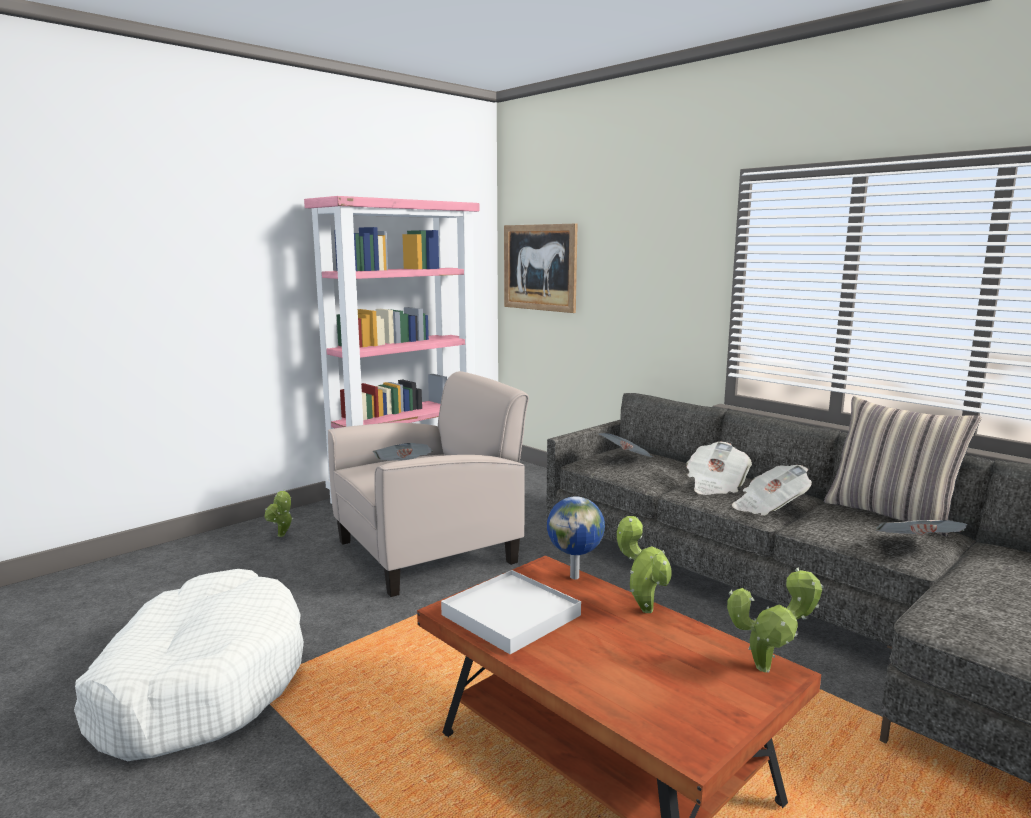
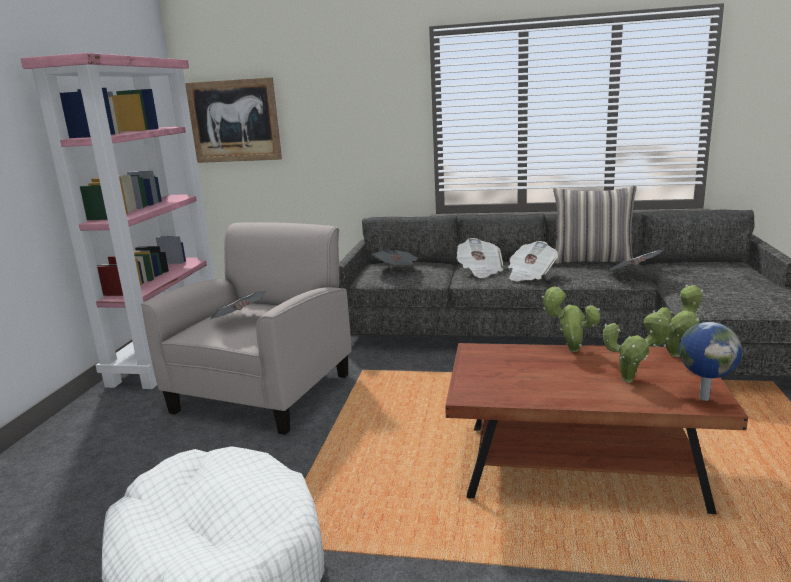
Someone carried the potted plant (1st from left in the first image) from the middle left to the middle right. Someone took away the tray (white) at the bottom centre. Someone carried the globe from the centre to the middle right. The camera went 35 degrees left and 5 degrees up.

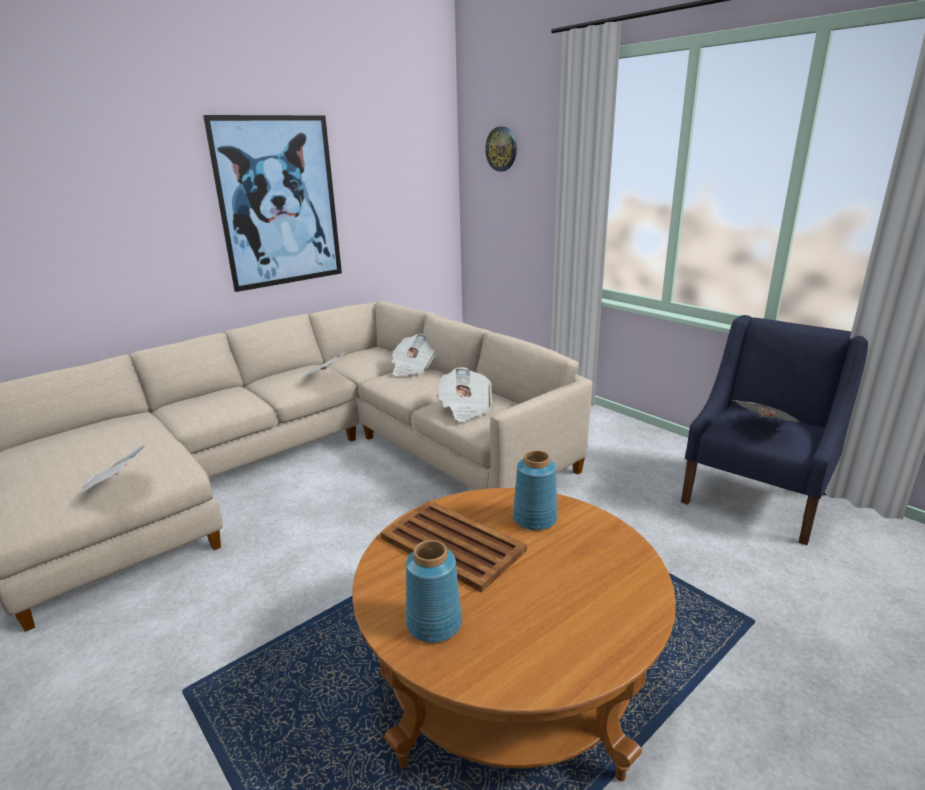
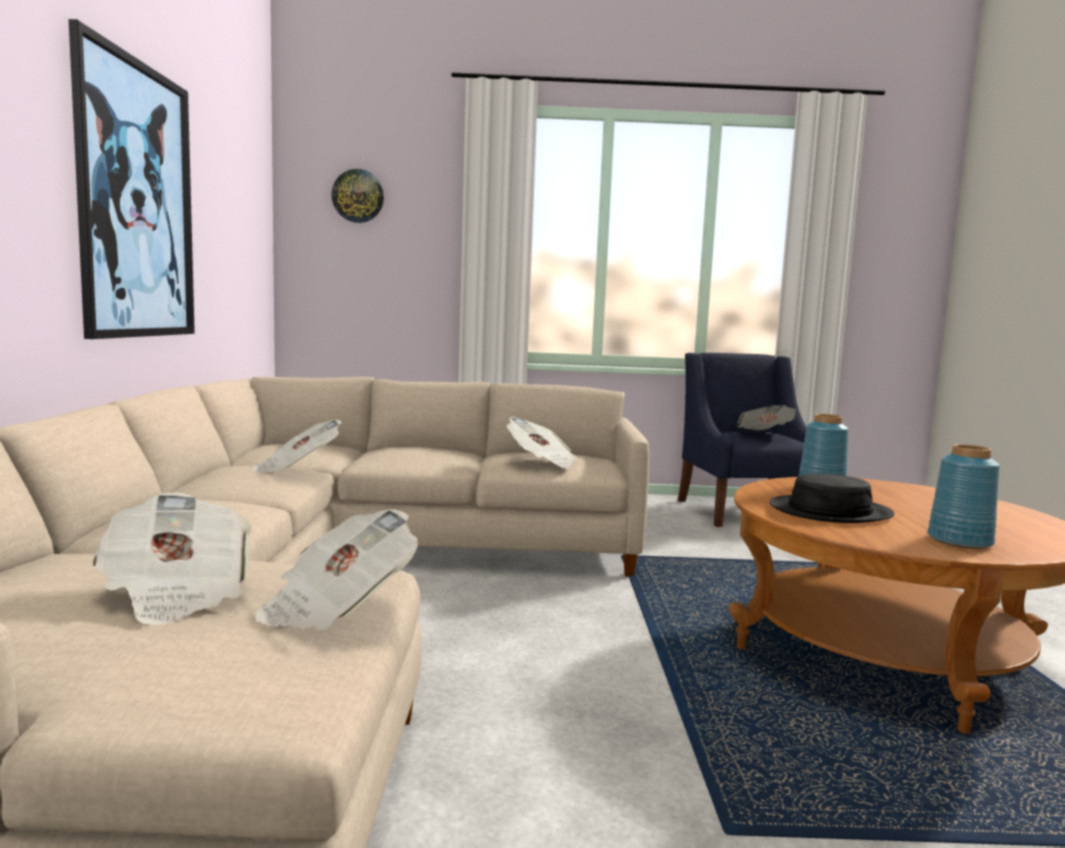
Someone swapped the tray (brown) at the bottom centre for the hat (black) at the middle right. Someone carried the newspaper (3rd from left in the first image) from the centre to the middle left. The camera went 50 degrees left and 15 degrees down.

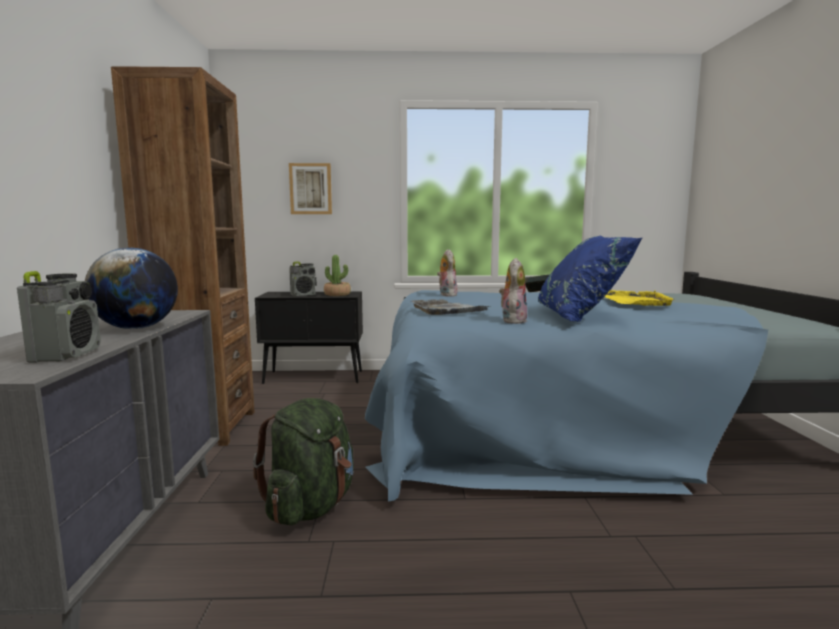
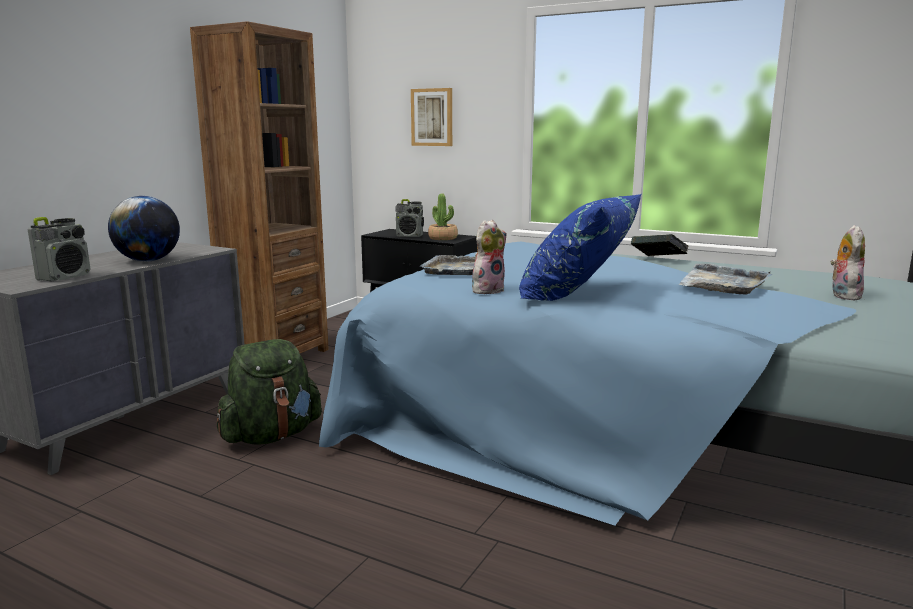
Someone carried the plush toy (1st from left in the first image) from the centre to the middle right. Someone repainted the tray (yellow) at the middle right, which became the tray (grey) (2nd from left) at the middle right. The camera went 30 degrees right and 5 degrees up.

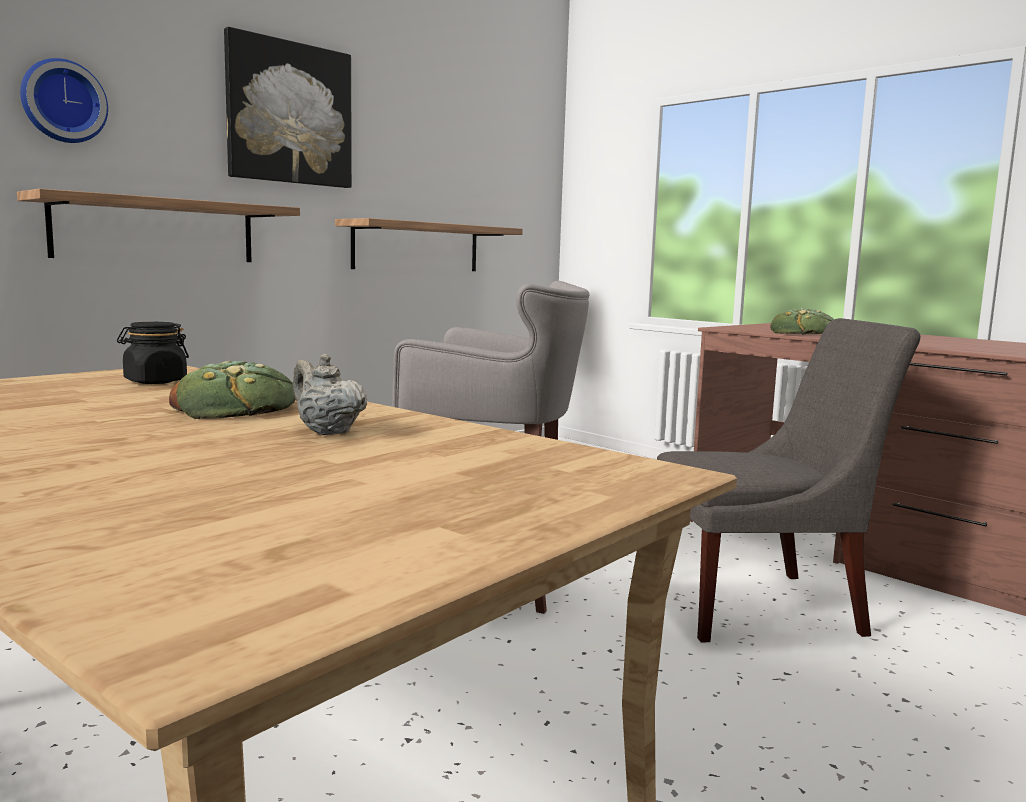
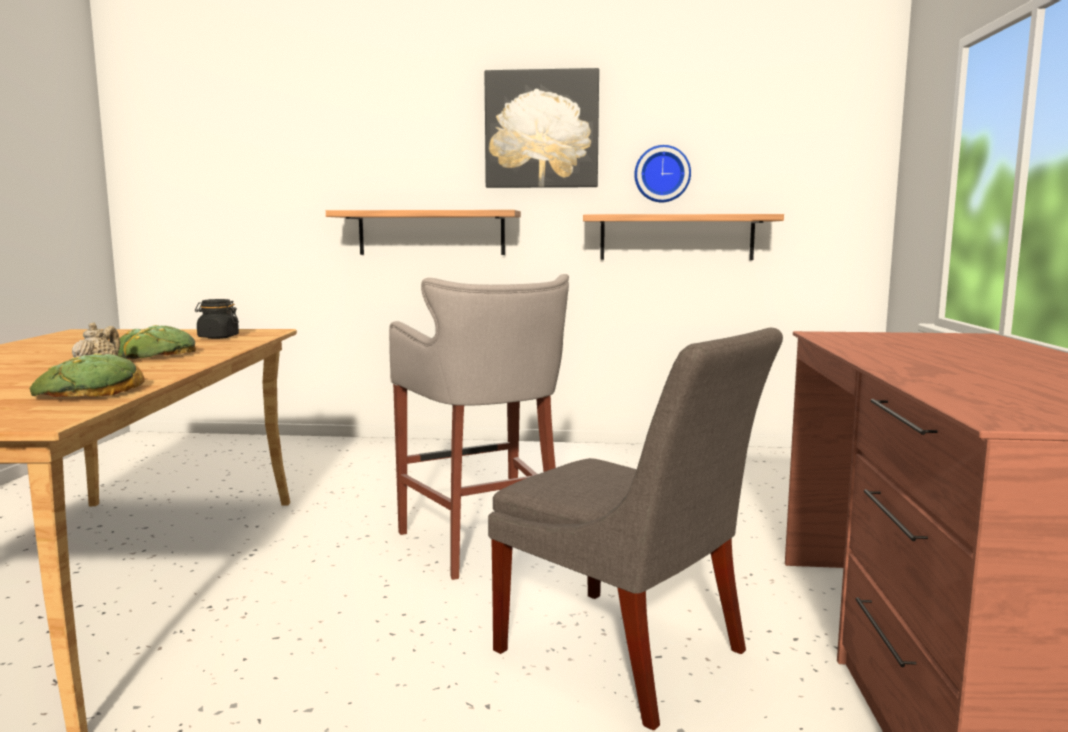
Someone carried the wall clock from the top left to the top centre. Someone carried the bread (2nd from left in the first image) from the middle right to the middle left. The camera went 50 degrees right and 0 degrees up.

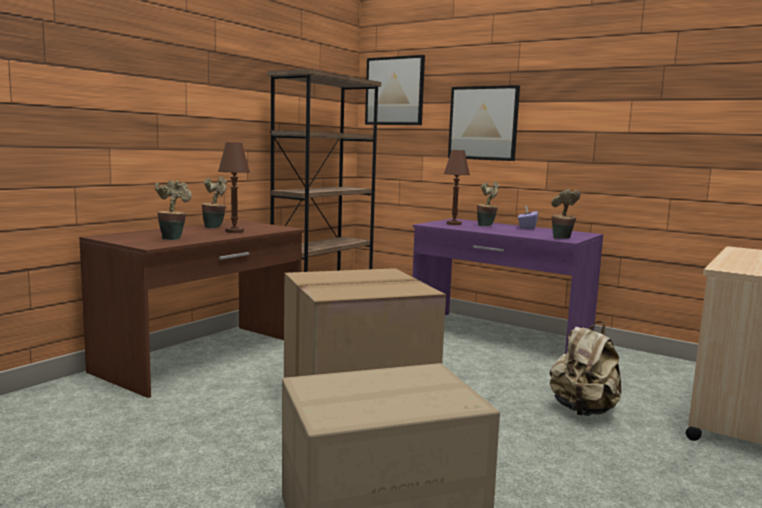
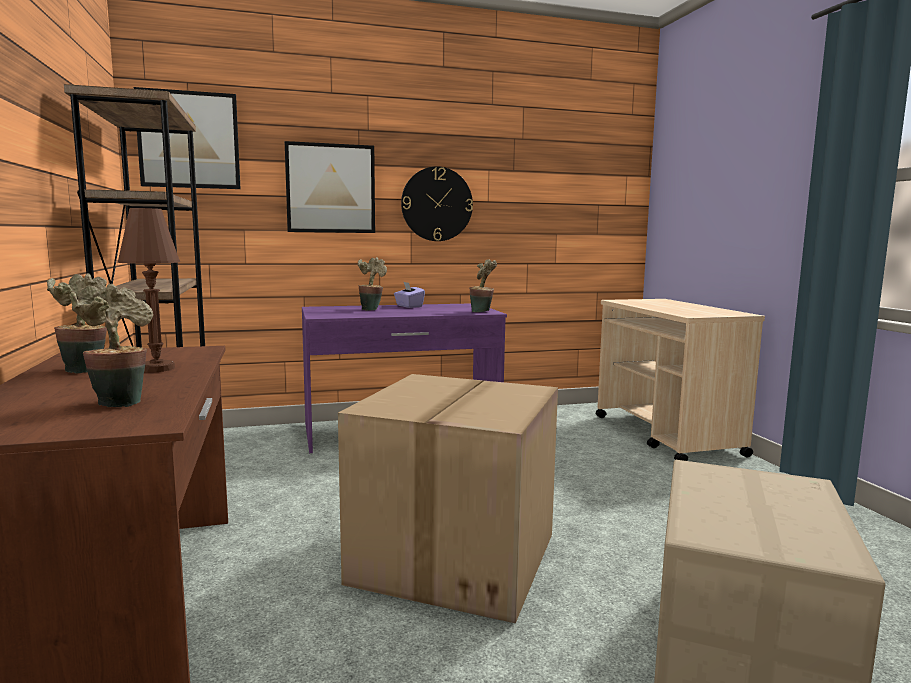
Someone took away the table lamp (brown) (2nd from left) at the centre. Someone took away the backpack (beige) at the bottom right. Someone put up the wall clock at the top centre. The camera went 50 degrees left and 0 degrees up.

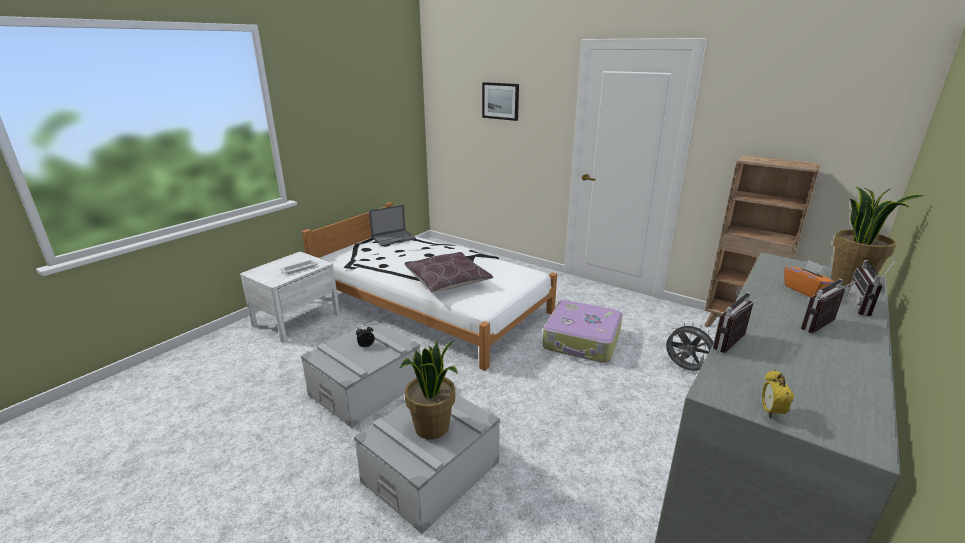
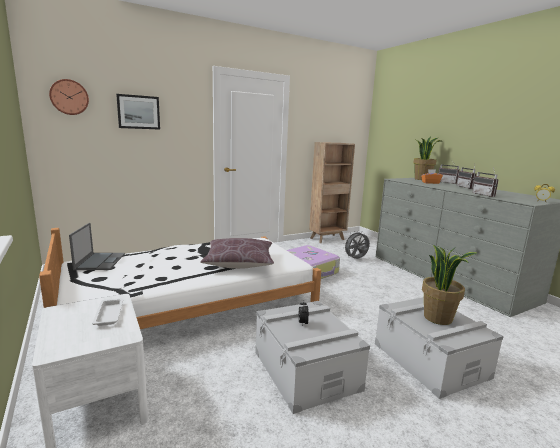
Someone put up the wall clock at the top left. The camera went 65 degrees left and 10 degrees down.

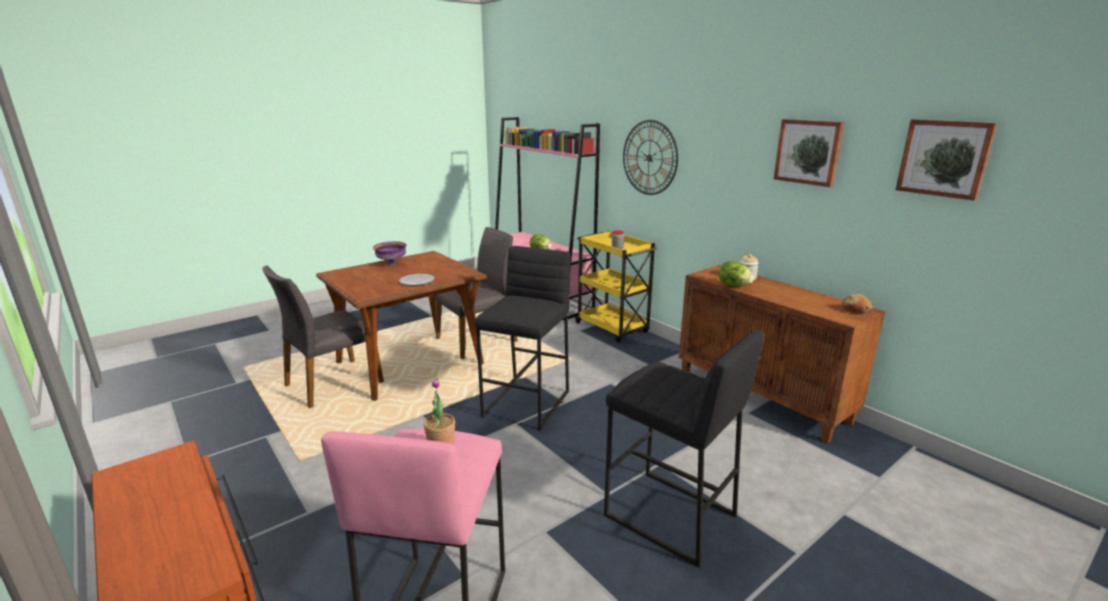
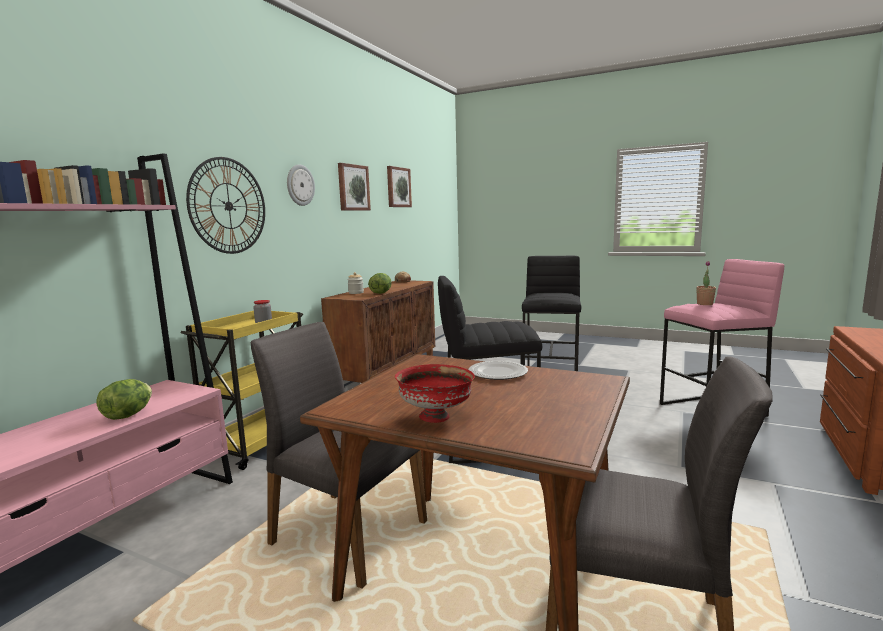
Someone repainted the bowl (purple) at the centre, which became the bowl (red) at the centre. Someone put up the wall clock (2nd from left) at the top centre. The camera went 115 degrees left and 10 degrees down.

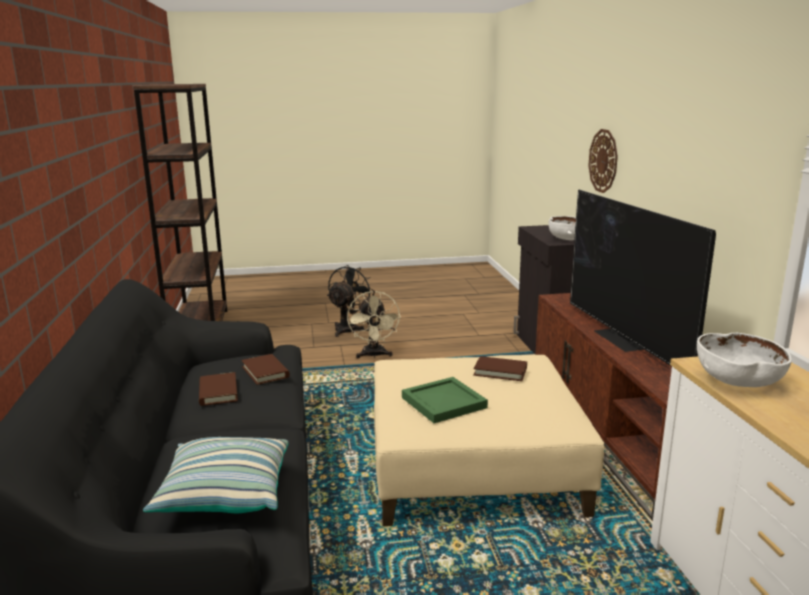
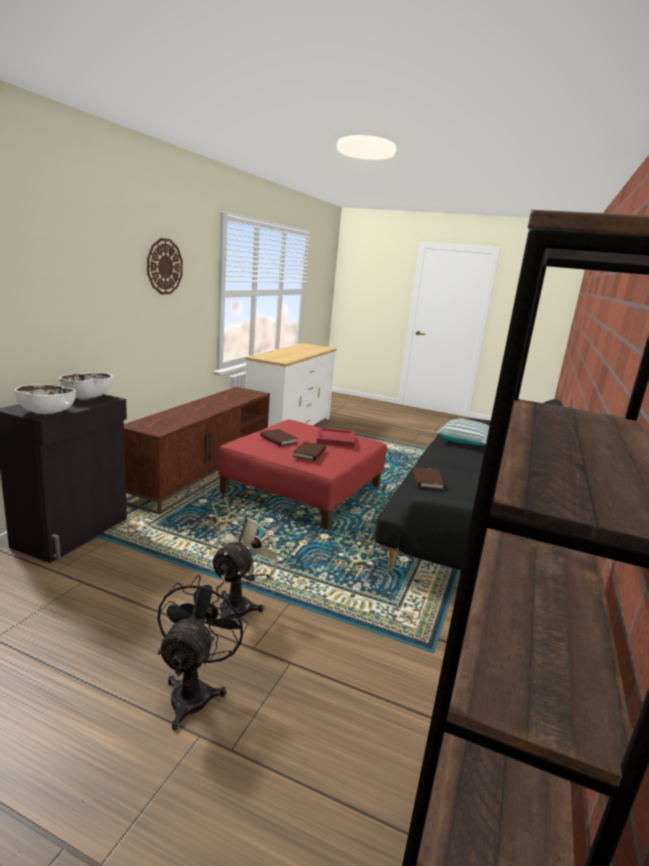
Someone carried the book (brown) (1st from left in the first image) from the middle left to the centre. Someone rotated the fan (black) at the centre by 135 degrees clockwise. Someone repainted the ottoman (beige) at the bottom centre, which became the ottoman (red) at the centre. Someone repainted the tray (green) at the bottom centre, which became the tray (red) at the centre. Someone took away the television at the middle right. Someone carried the wall clock from the top right to the top left. Someone carried the bowl (white) (2nd from left in the first image) from the middle right to the middle left. The camera went 150 degrees left and 0 degrees up.

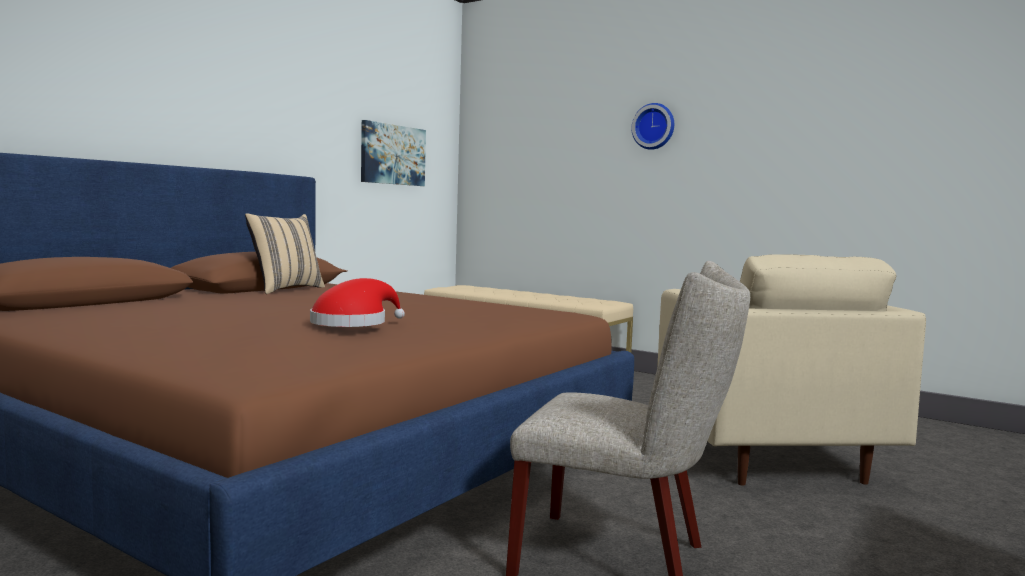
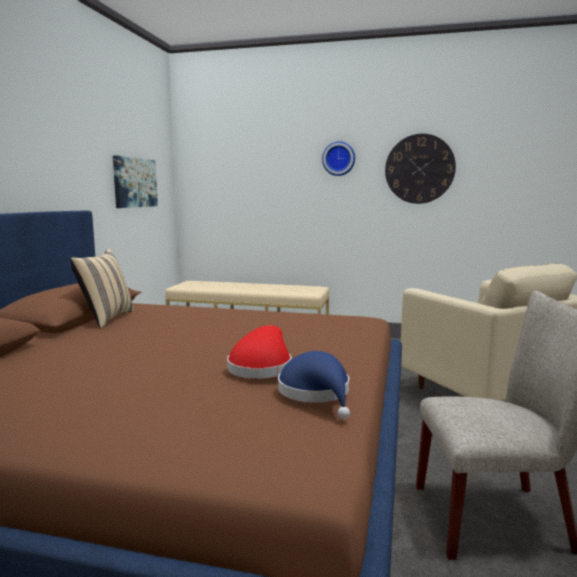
Someone put down the hat (blue) at the bottom centre. Someone put up the wall clock (2nd from left) at the top right. The camera went 20 degrees left and 5 degrees up.

